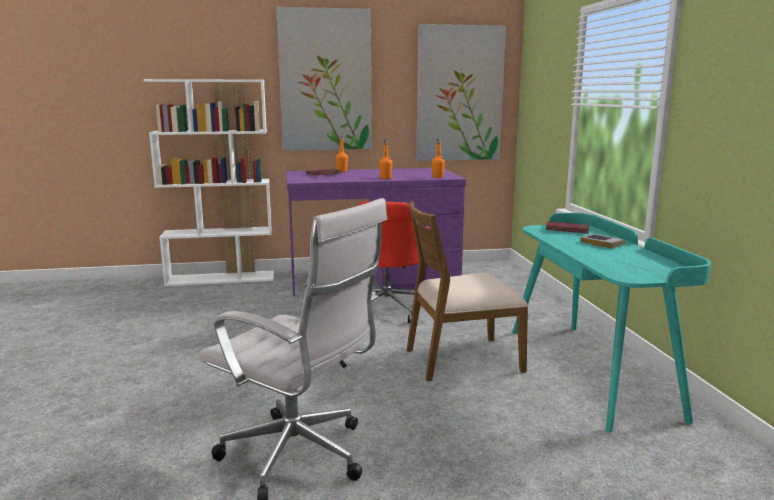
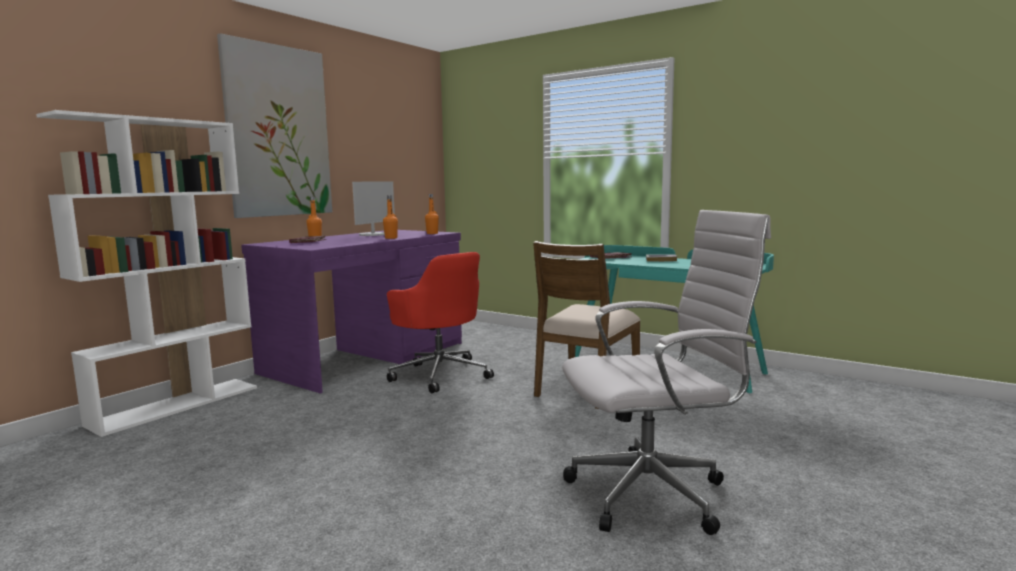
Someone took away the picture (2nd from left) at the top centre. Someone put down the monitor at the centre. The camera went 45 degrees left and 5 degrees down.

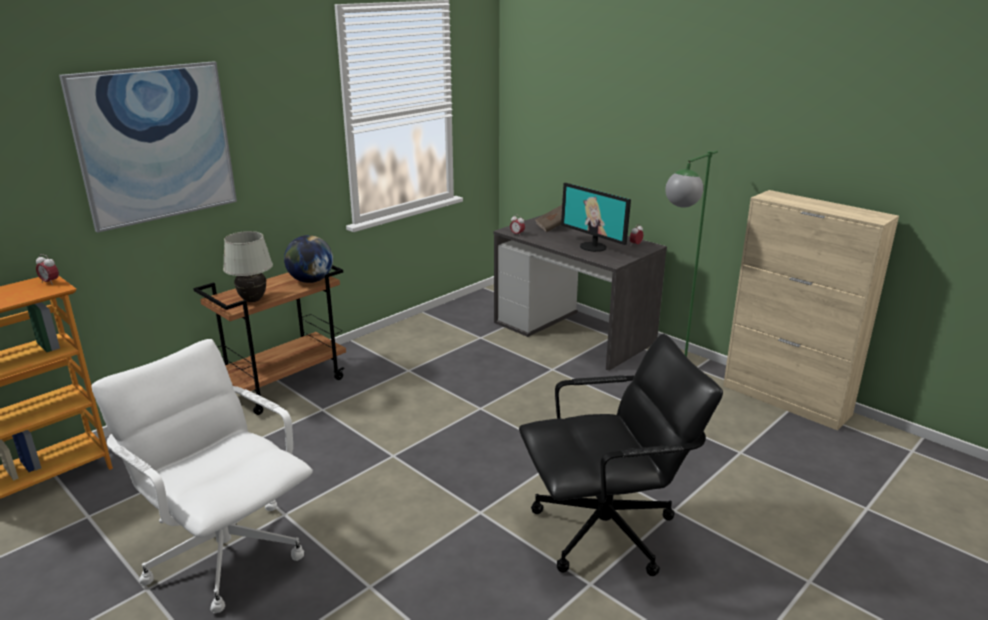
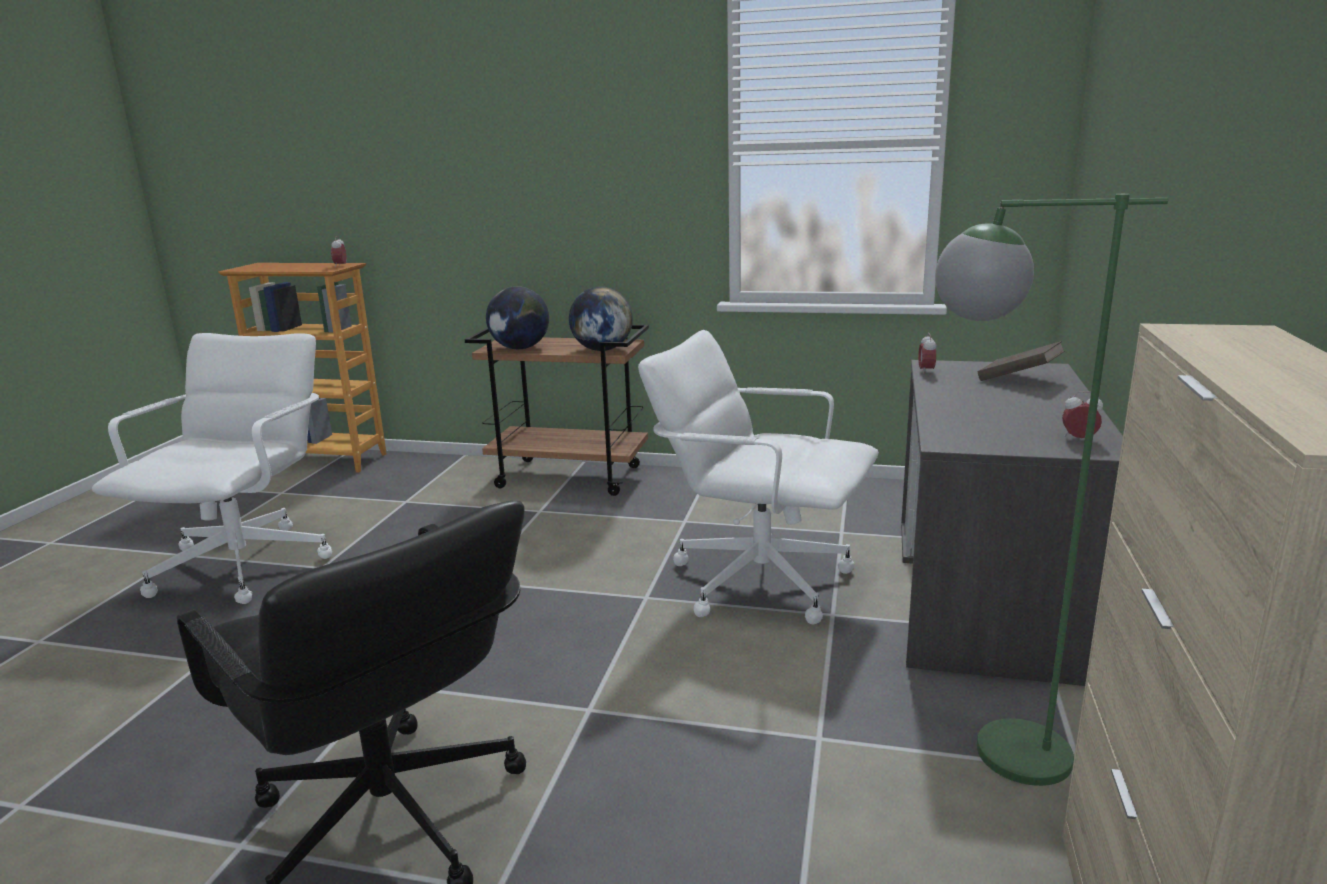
Someone took away the picture at the top left. Someone swapped the table lamp (white) at the middle left for the globe (1st from left) at the centre. Someone took away the monitor at the centre. Someone put down the office chair (white) (2nd from left) at the centre. The camera went 60 degrees right and 5 degrees down.

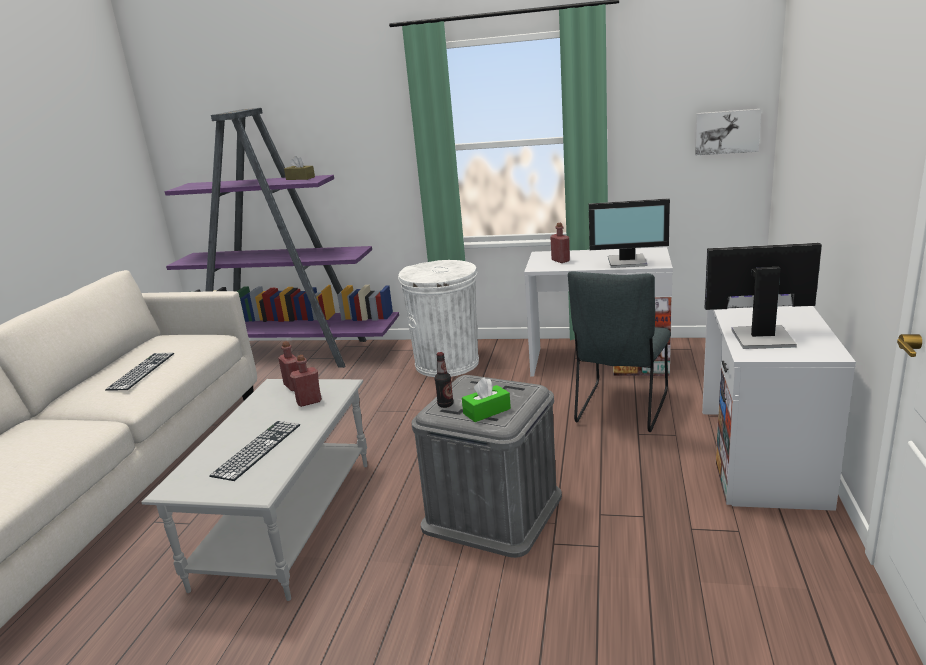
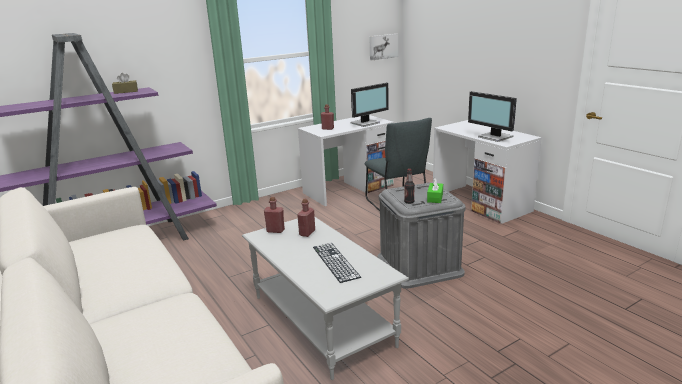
Someone took away the keyboard (1st from left) at the middle left. Someone took away the trash can (white) at the centre. Someone rotated the monitor (2nd from left) at the middle right by 90 degrees counterclockwise. The camera went 45 degrees left and 0 degrees up.

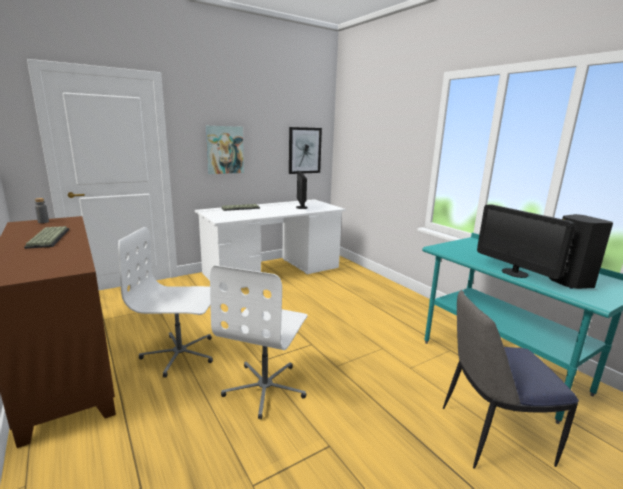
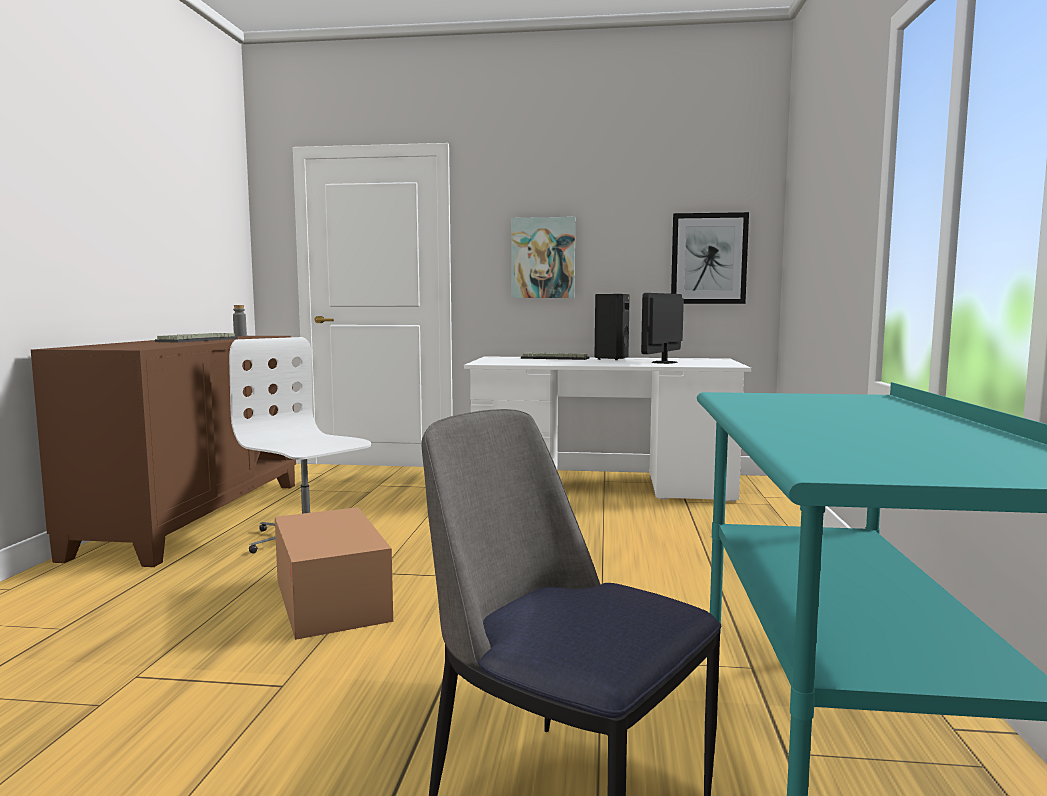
Someone swapped the office chair (white) (2nd from left) at the bottom centre for the cardboard box at the bottom left. Someone took away the monitor (2nd from left) at the middle right. Someone carried the speaker (black) from the middle right to the centre. The camera went 40 degrees right and 10 degrees down.

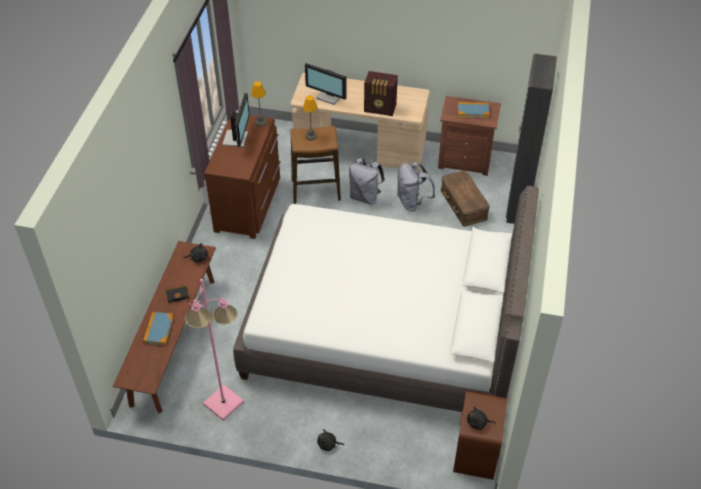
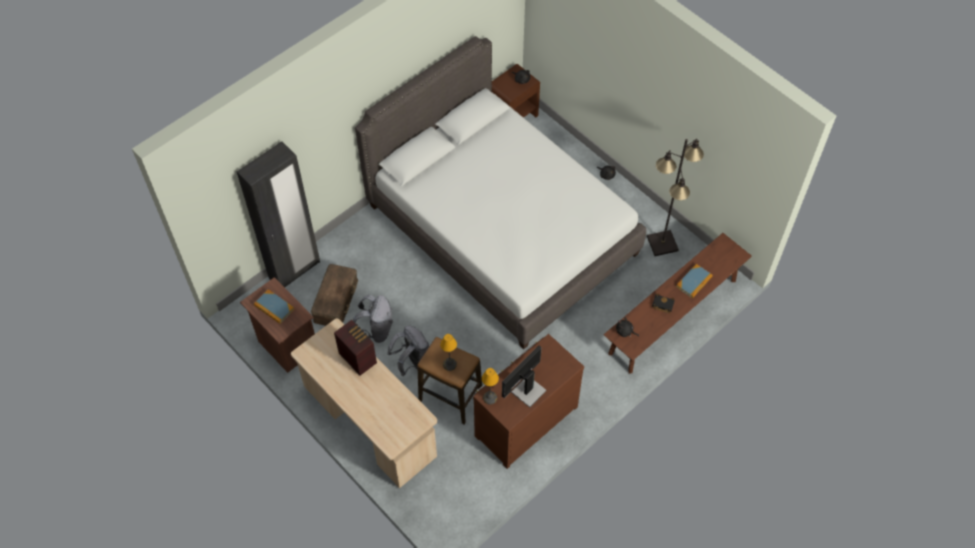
Someone repainted the floor lamp (pink) at the bottom left, which became the floor lamp (black) at the middle right. Someone took away the monitor (2nd from left) at the top centre. The camera went 145 degrees left and 10 degrees up.

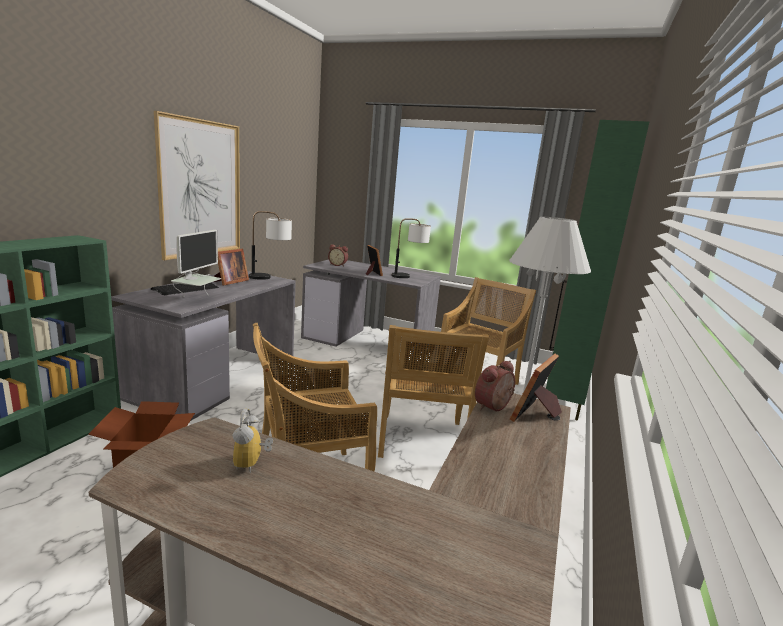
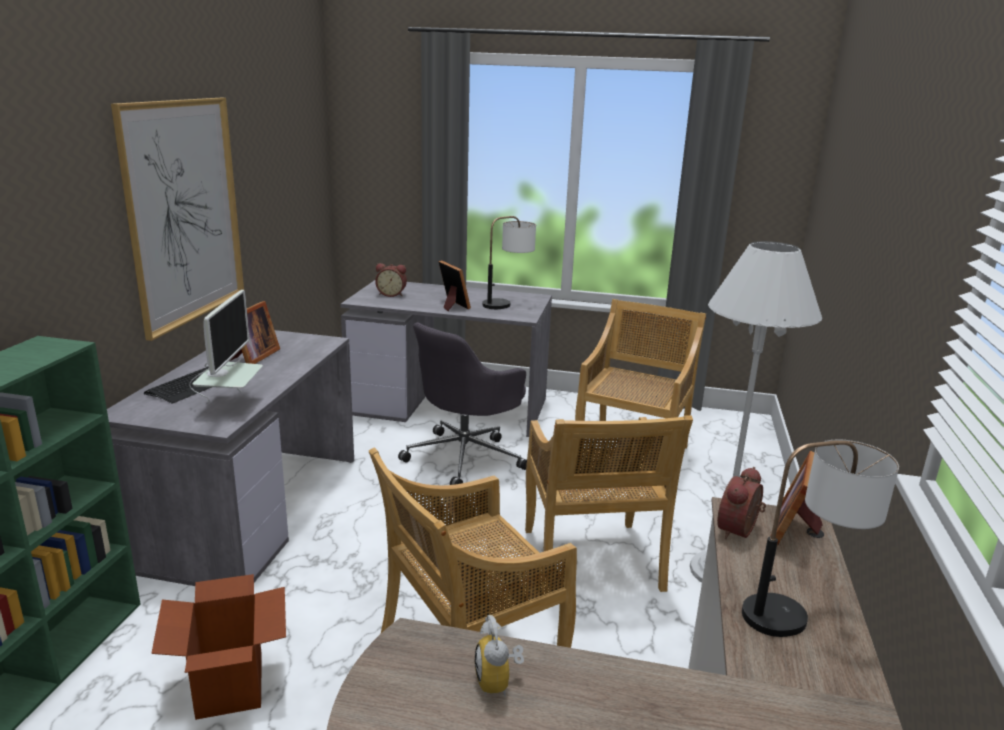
Someone carried the table lamp (1st from left in the first image) from the centre to the bottom right. Someone took away the cabinet (green) at the middle right. Someone put down the office chair (grey) at the centre. The camera went 10 degrees left and 5 degrees up.

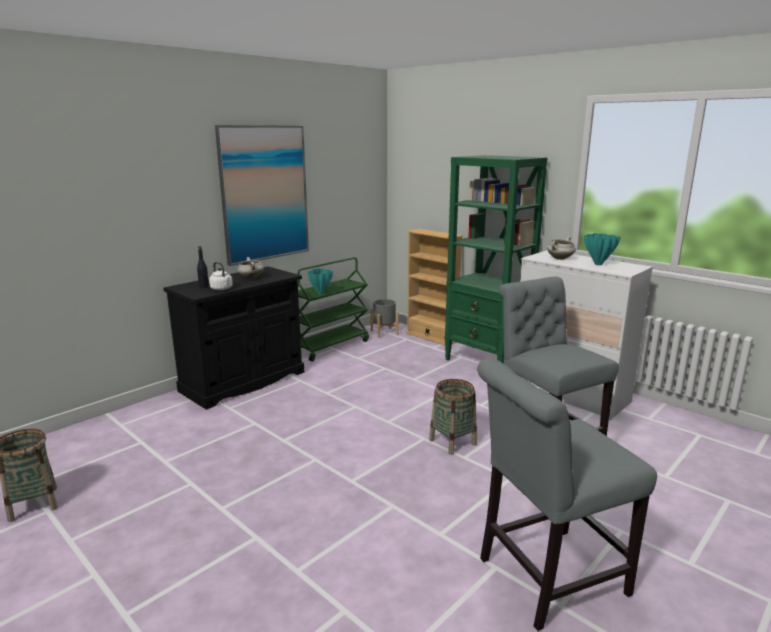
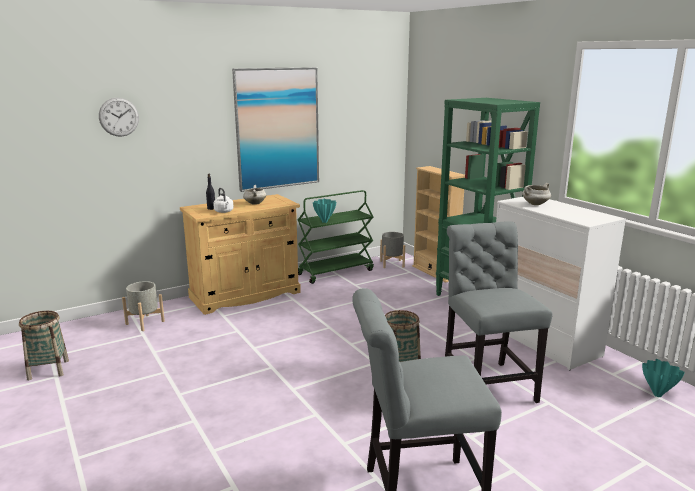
Someone repainted the cabinet (black) at the middle left, which became the cabinet (beige) at the centre. Someone carried the vase (turquoise) (2nd from left) from the middle right to the bottom right. Someone put up the wall clock at the top left. Someone put down the planter (grey) (1st from left) at the middle left. The camera went 15 degrees right and 0 degrees up.

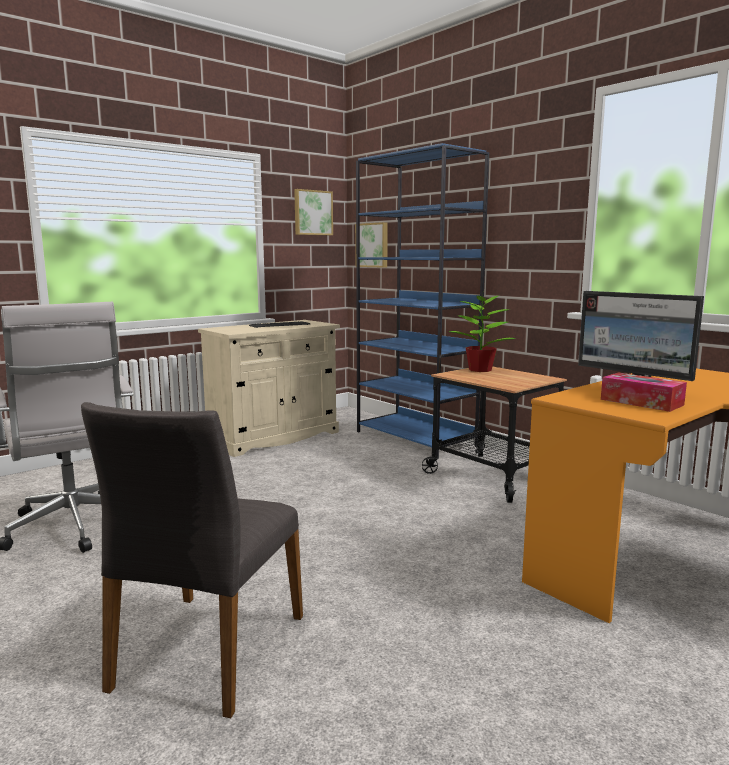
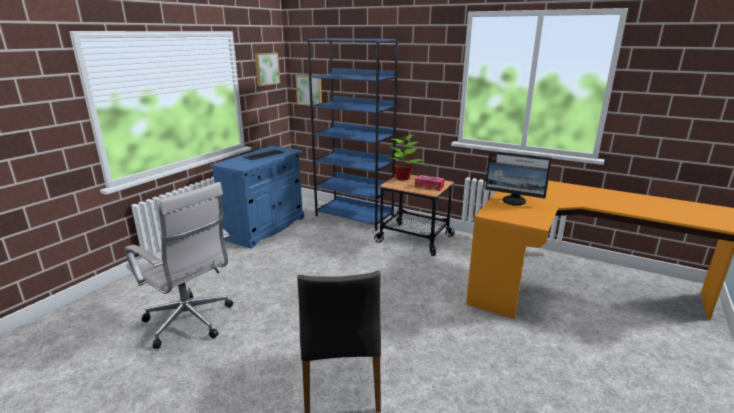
Someone repainted the cabinet (beige) at the centre, which became the cabinet (blue) at the centre. Someone carried the tissue box from the middle right to the centre. The camera went 20 degrees left and 10 degrees up.

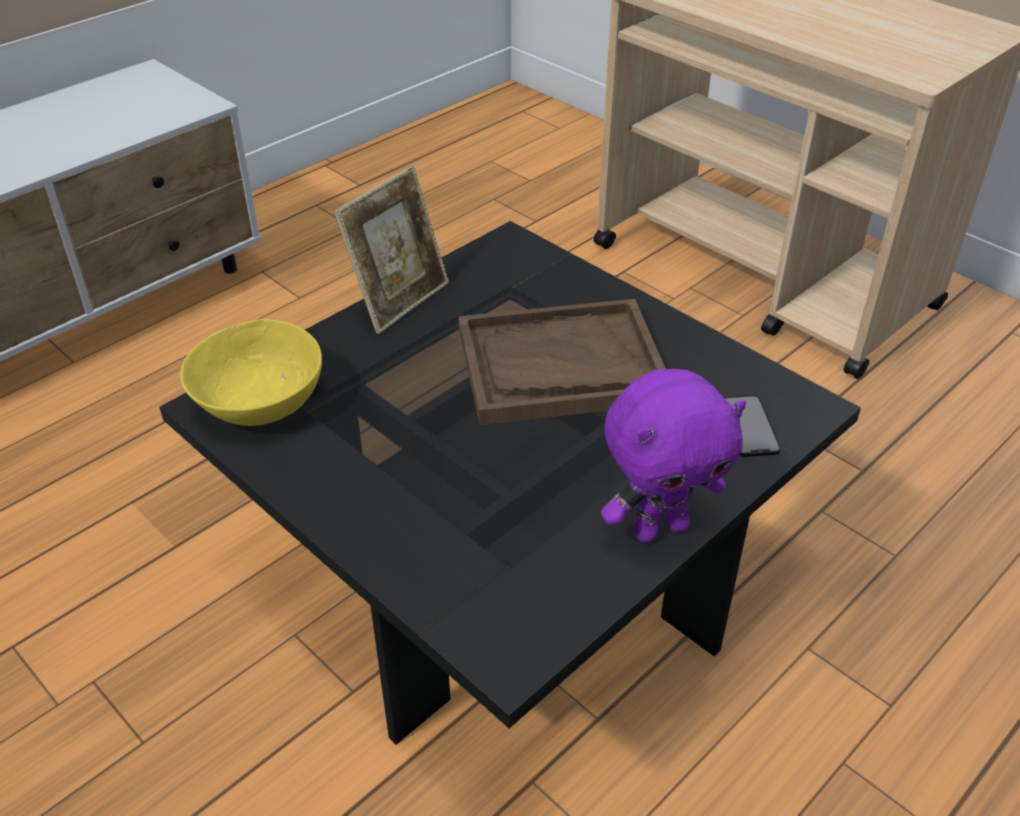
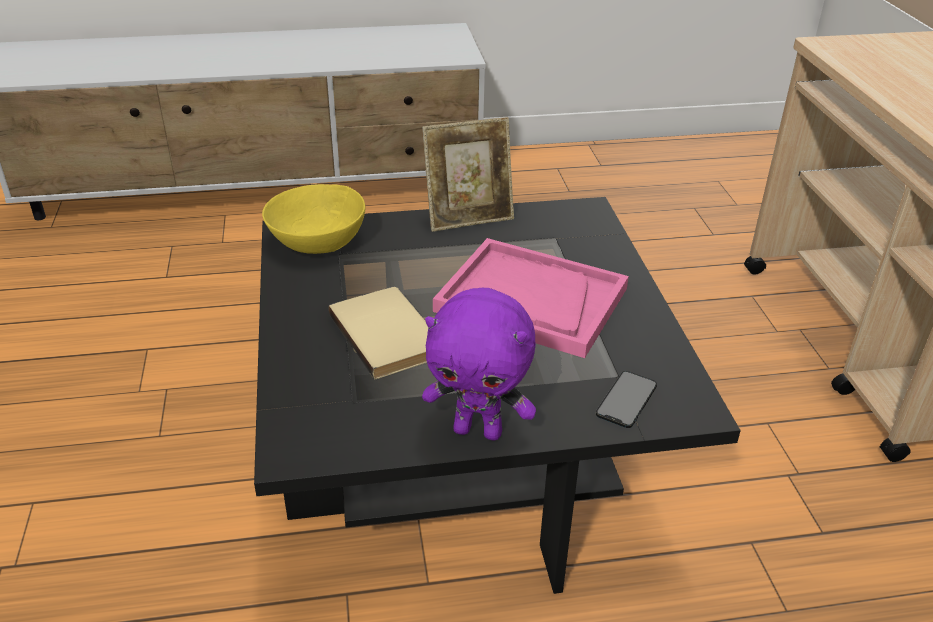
Someone repainted the tray (brown) at the centre, which became the tray (pink) at the centre. Someone put down the book (beige) at the centre. The camera went 35 degrees right and 5 degrees down.

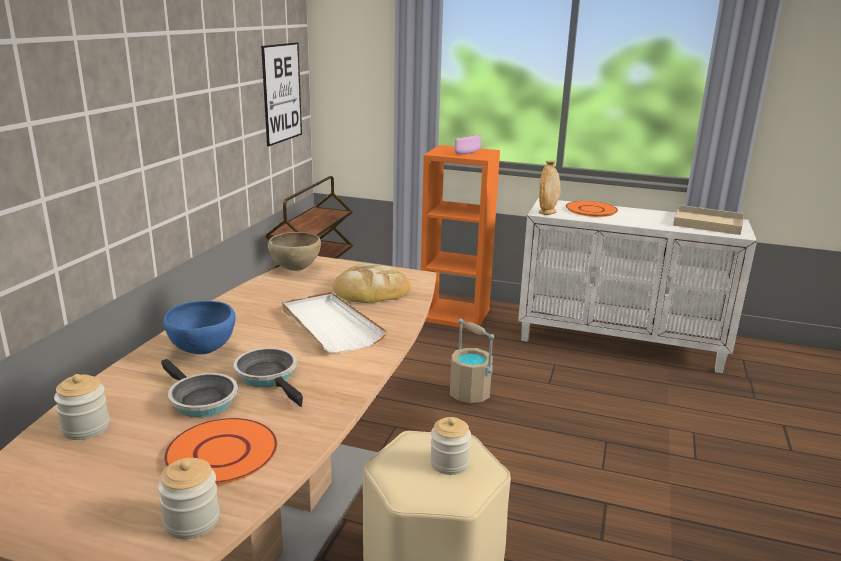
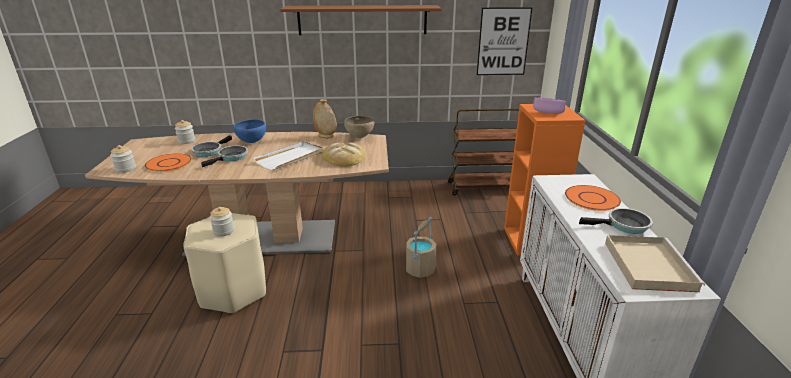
Someone carried the vase (beige) from the centre to the top centre. Someone put up the shelf (brown) at the top centre. Someone put down the frying pan (3rd from left) at the middle right. The camera went 70 degrees right and 5 degrees up.

